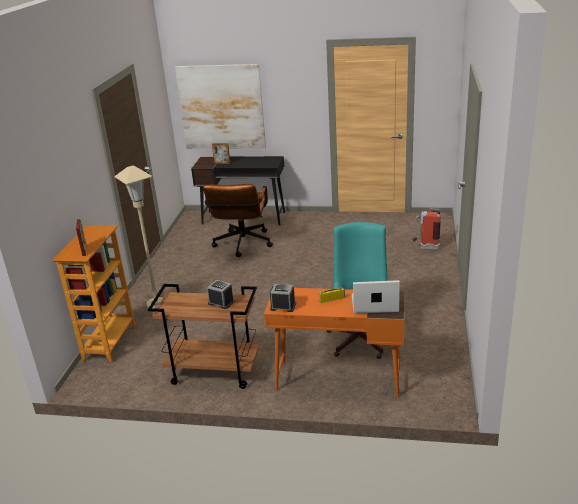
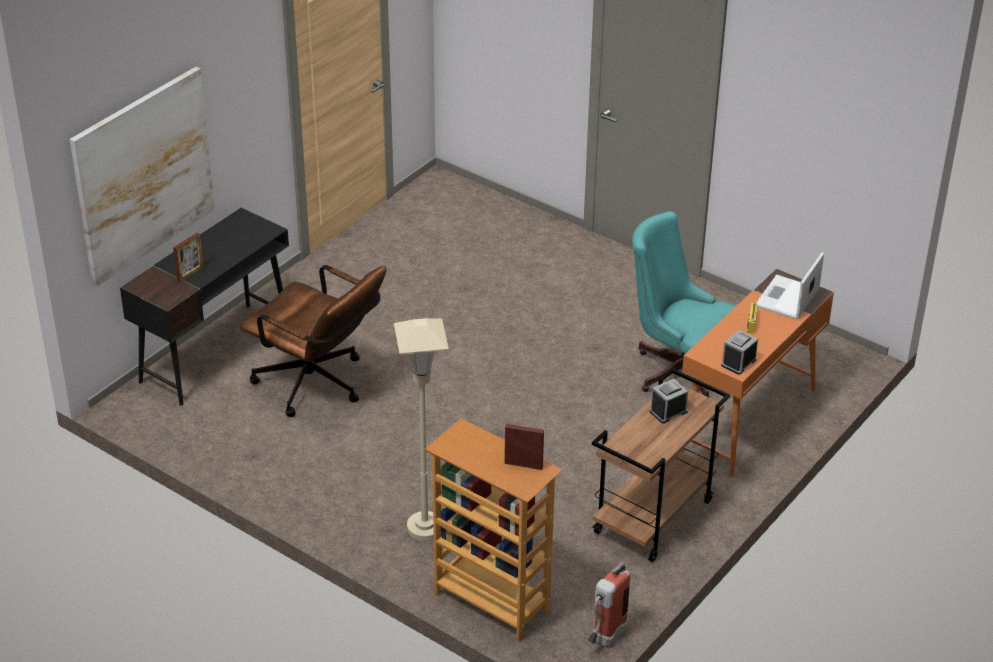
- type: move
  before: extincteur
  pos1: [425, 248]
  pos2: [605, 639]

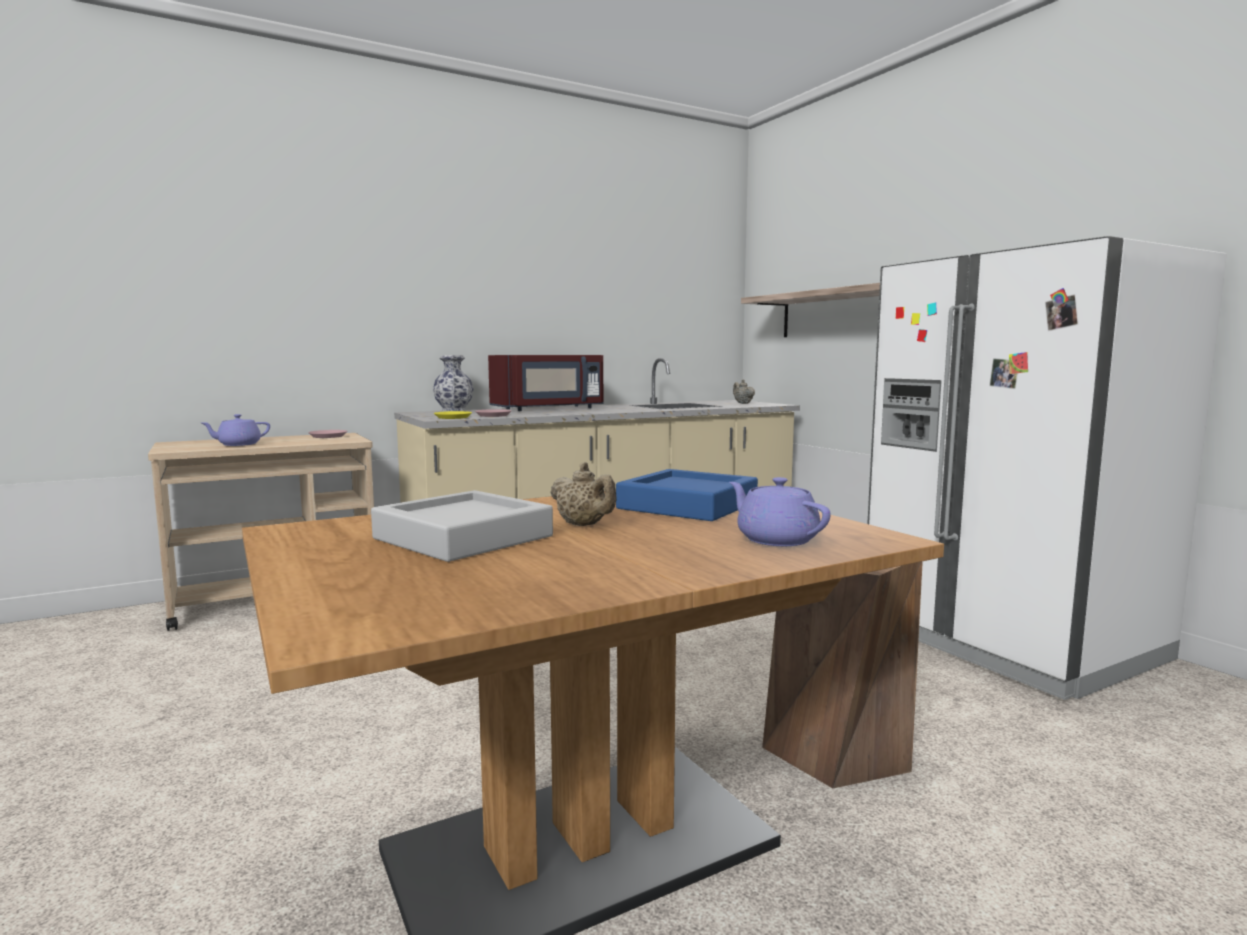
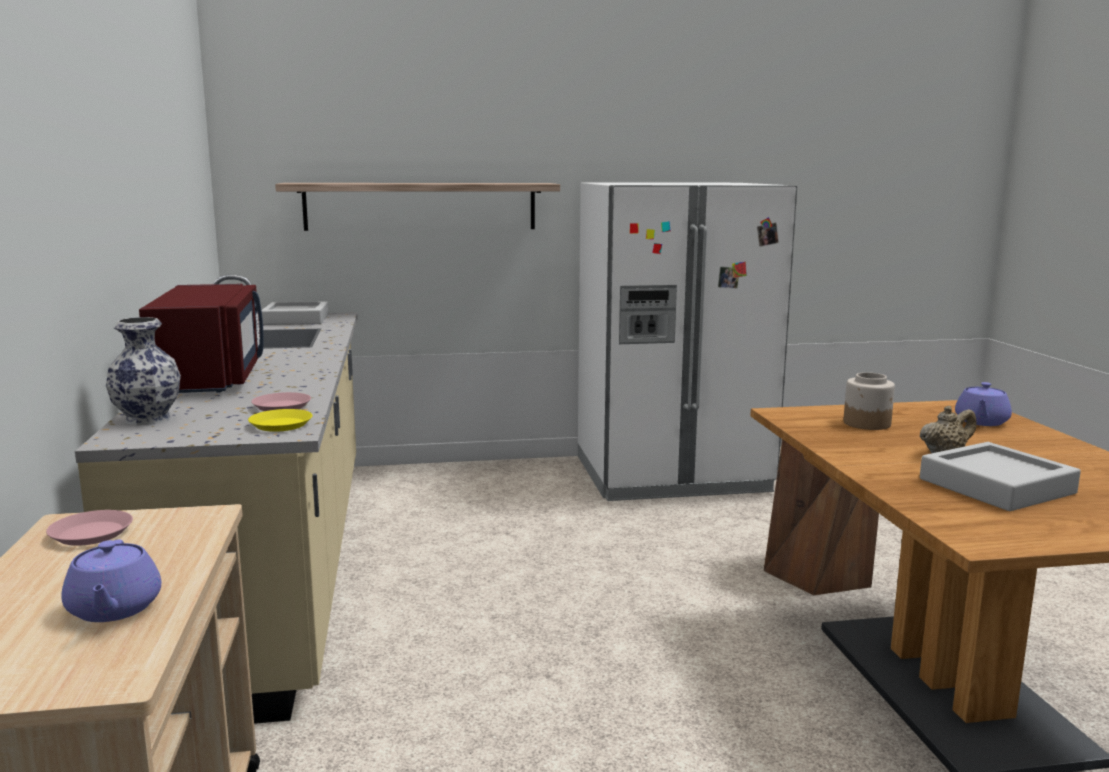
- type: replace
  before: plateau (bleu)
  after: bocal
  pos1: [687, 505]
  pos2: [867, 423]
- type: rotate
  before: théière (violet)
  pos1: [775, 539]
  pos2: [981, 422]
  turn: -45
- type: replace
  before: théière (beige)
  after: plateau (gris)
  pos1: [742, 403]
  pos2: [296, 320]

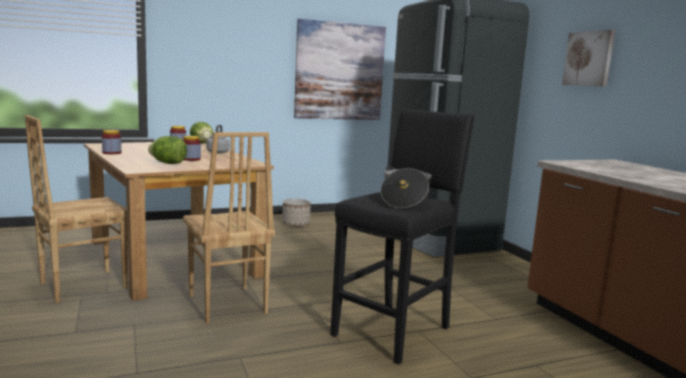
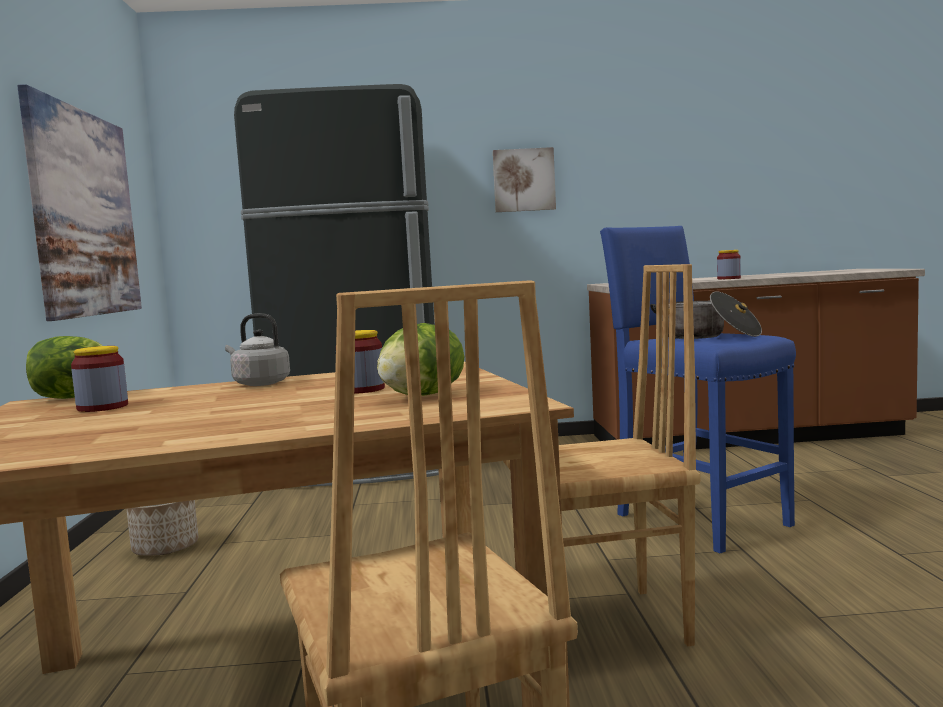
- type: move
  before: bocal
  pos1: [111, 153]
  pos2: [728, 278]
- type: recolor
  before: tabouret (noir)
  after: tabouret (bleu)
  pos1: [394, 330]
  pos2: [698, 519]

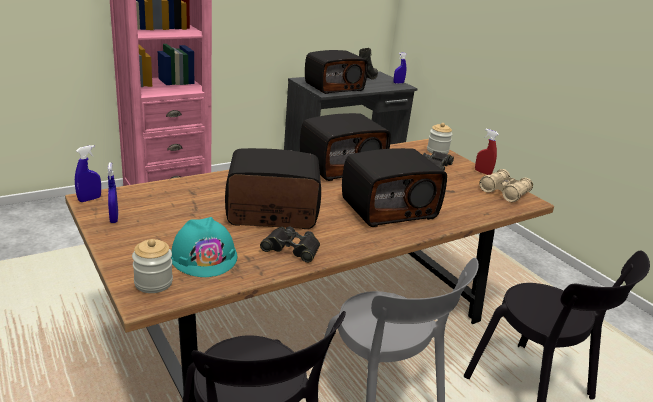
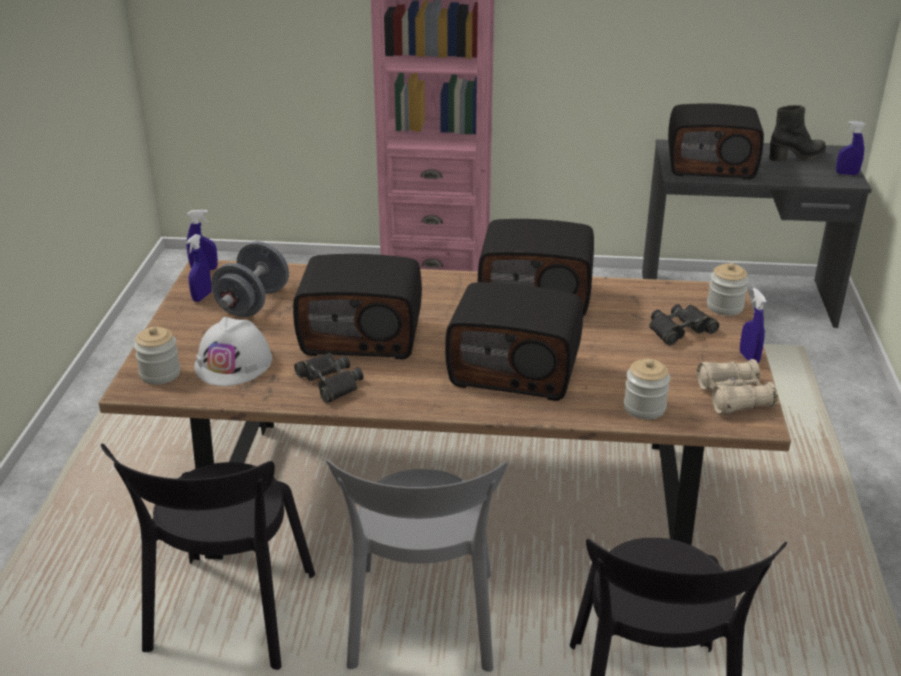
- type: recolor
  before: casque de chantier (turquoise)
  after: casque de chantier (blanc)
  pos1: [204, 256]
  pos2: [234, 363]
- type: rotate
  before: radio
  pos1: [271, 213]
  pos2: [362, 335]
  turn: 150
- type: recolor
  before: vaporisateur (rouge)
  after: vaporisateur (bleu)
  pos1: [482, 172]
  pos2: [748, 358]
- type: insert
  after: haltère (gris)
  pos2: [253, 303]
- type: insert
  after: bocal
  pos2: [644, 408]

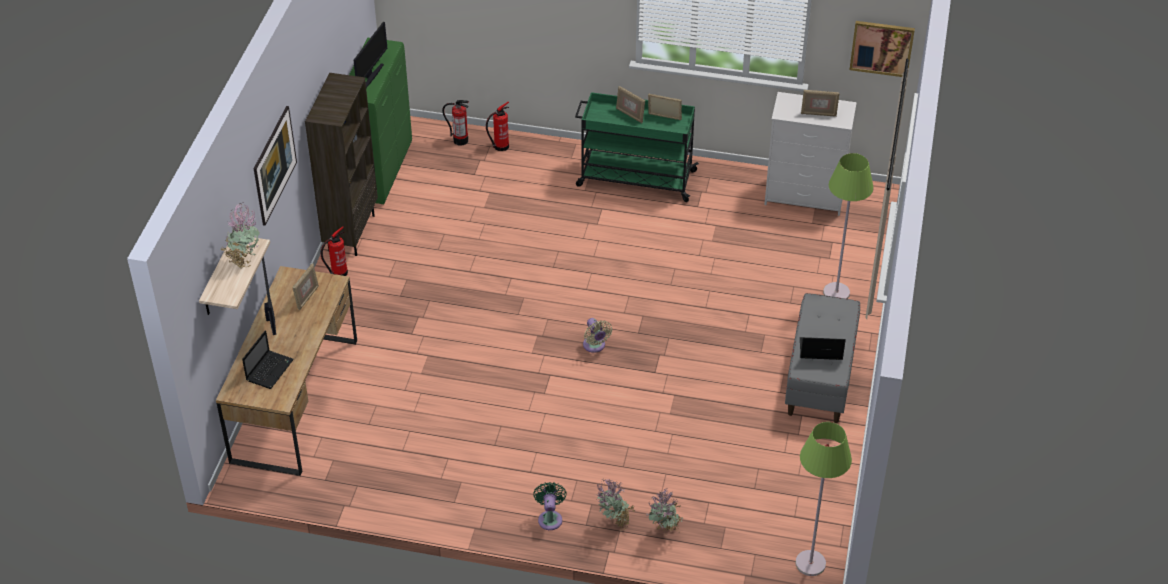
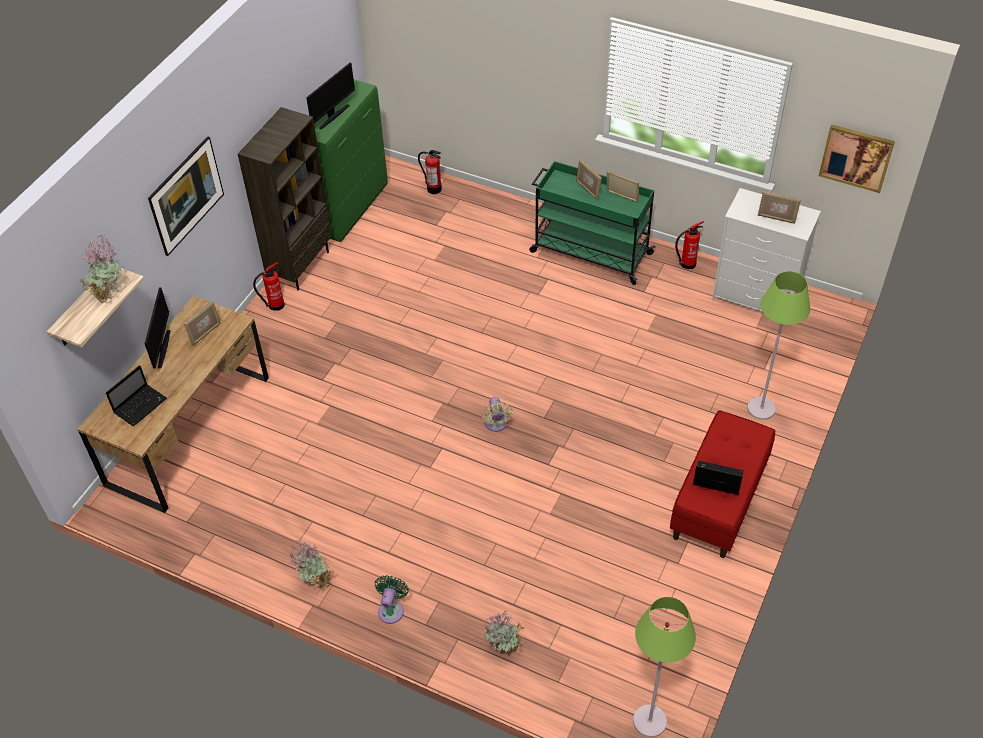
- type: move
  before: extincteur
  pos1: [500, 147]
  pos2: [686, 264]
- type: move
  before: plante en pot
  pos1: [613, 523]
  pos2: [315, 582]
- type: recolor
  before: banc (gris)
  after: banc (rouge)
  pos1: [820, 377]
  pos2: [719, 501]

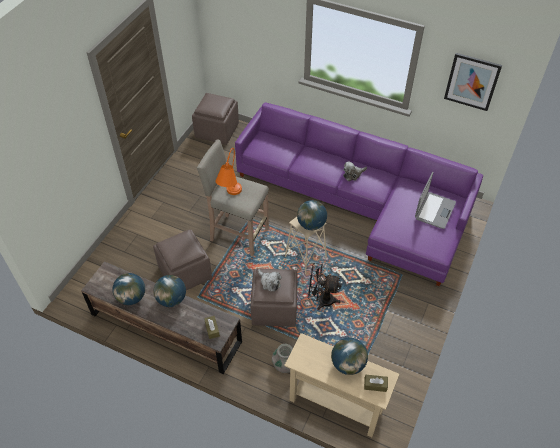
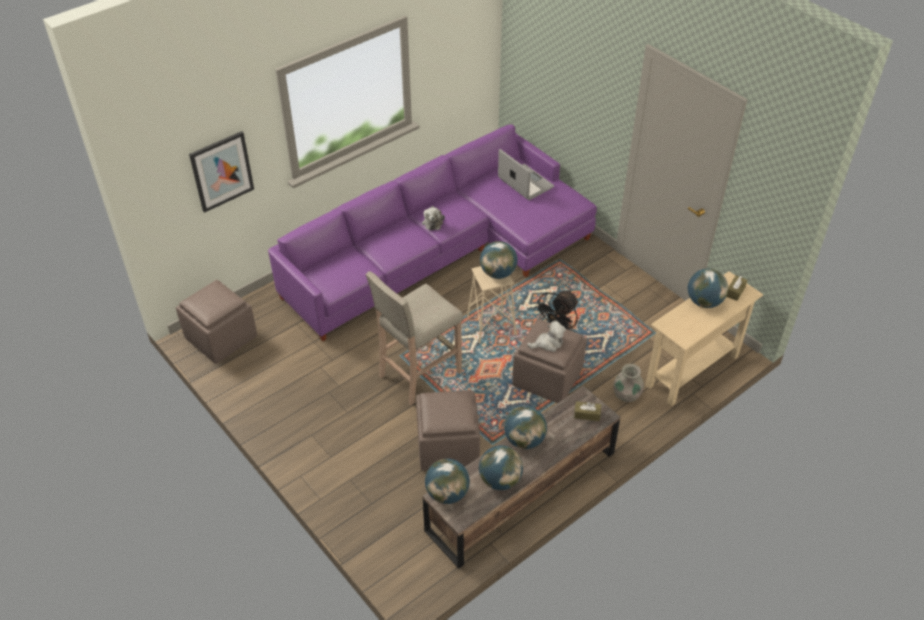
- type: delete
  before: lampe de table (orange)
  pos1: [230, 197]
- type: move
  before: tableau
  pos1: [472, 81]
  pos2: [221, 171]
- type: insert
  after: globe
  pos2: [447, 493]

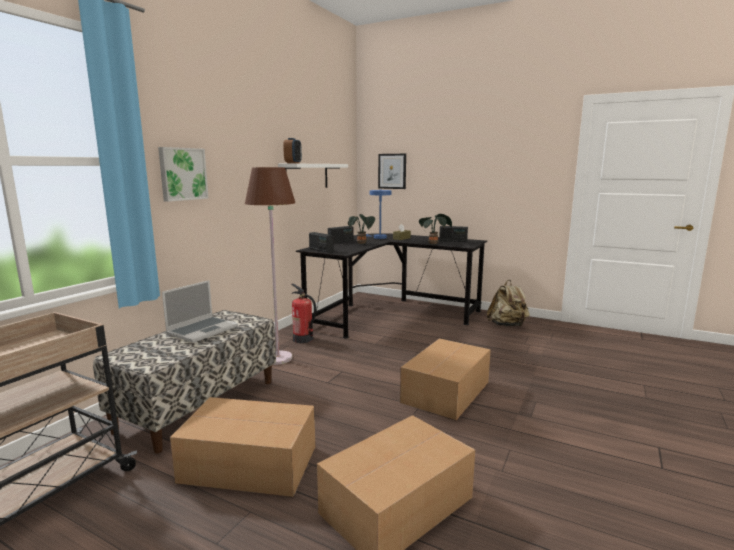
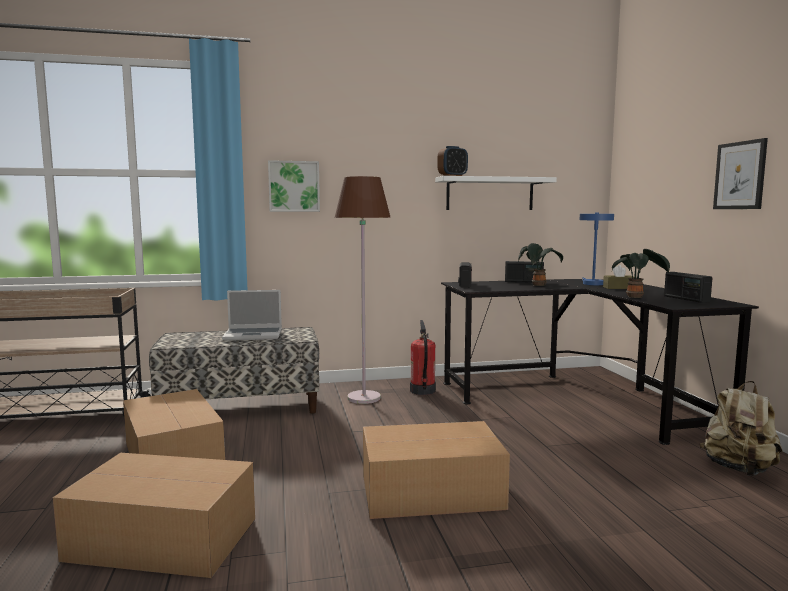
- type: move
  before: tableau
  pos1: [392, 171]
  pos2: [740, 175]

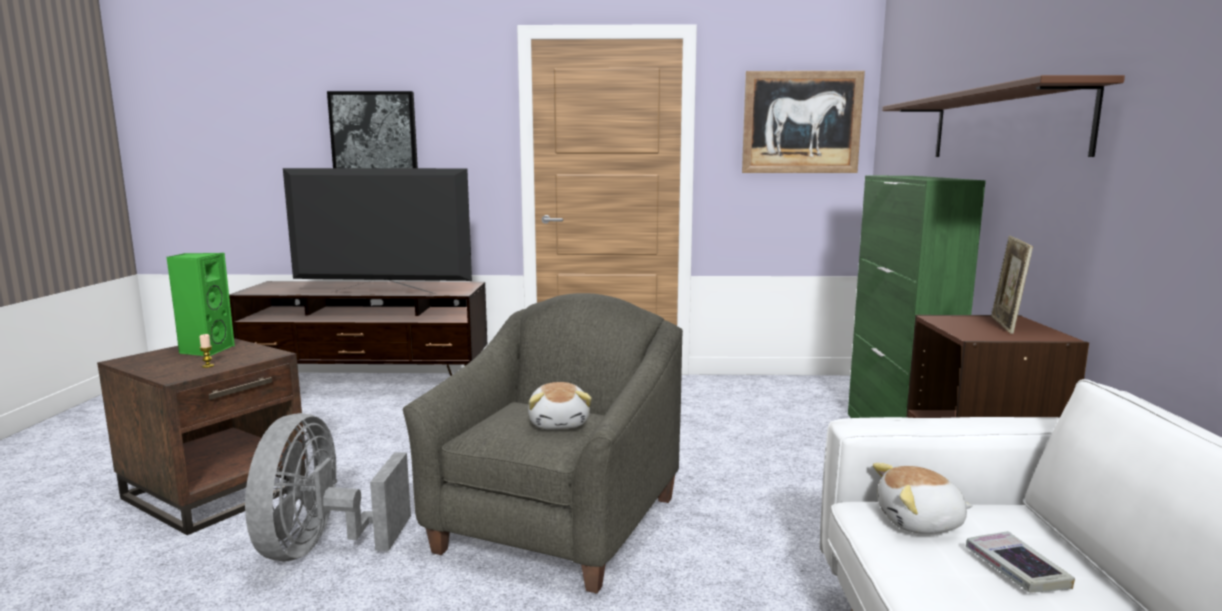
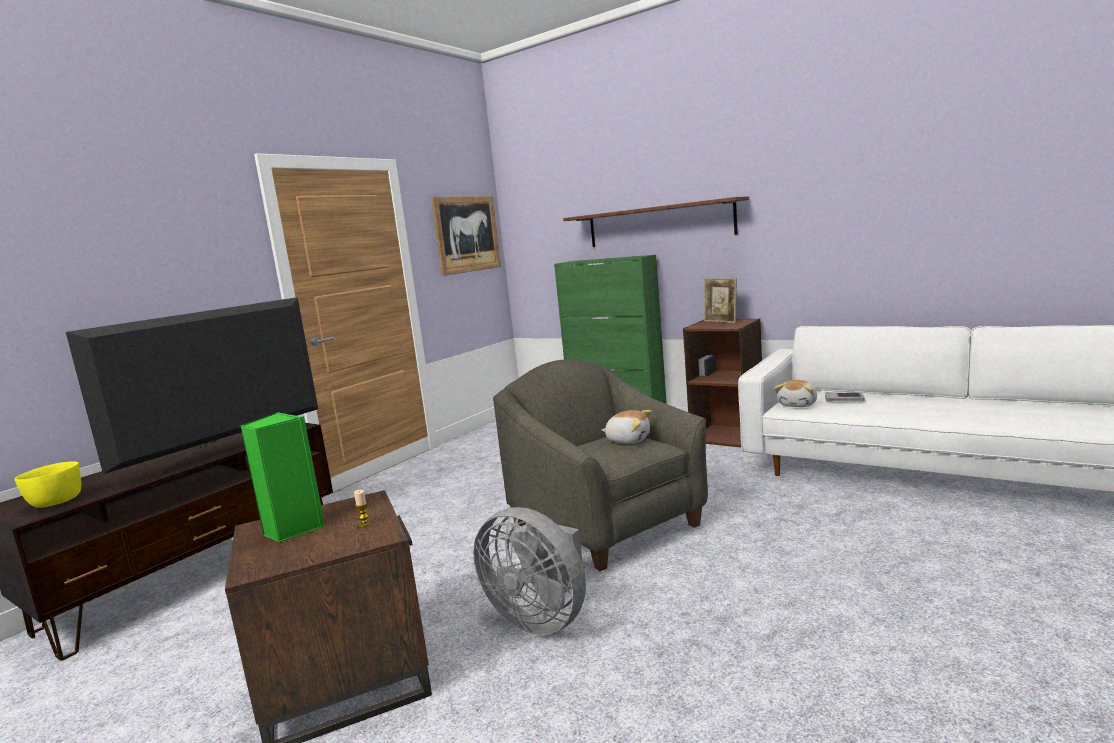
- type: delete
  before: tableau
  pos1: [374, 135]
- type: insert
  after: bol (jaune)
  pos2: [55, 503]

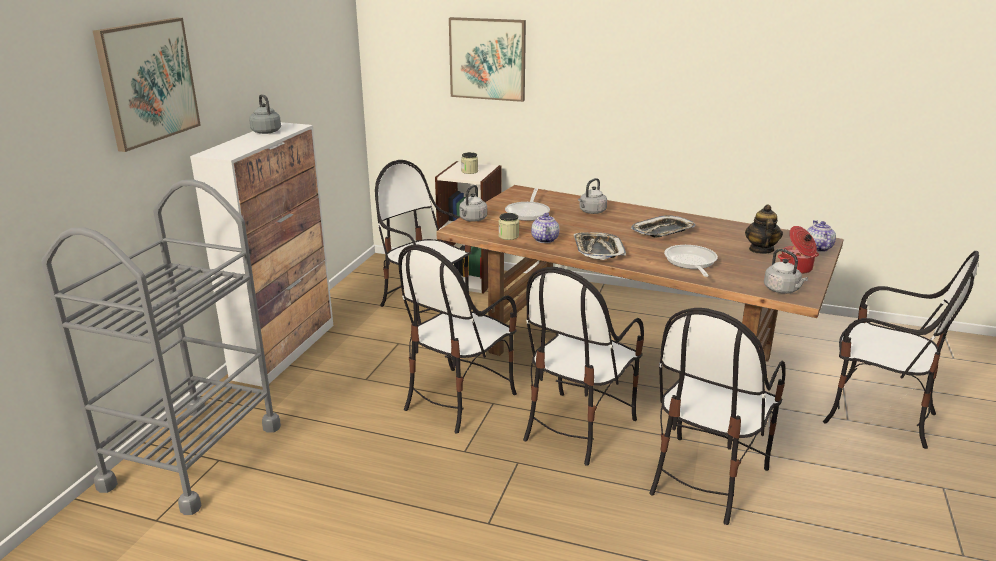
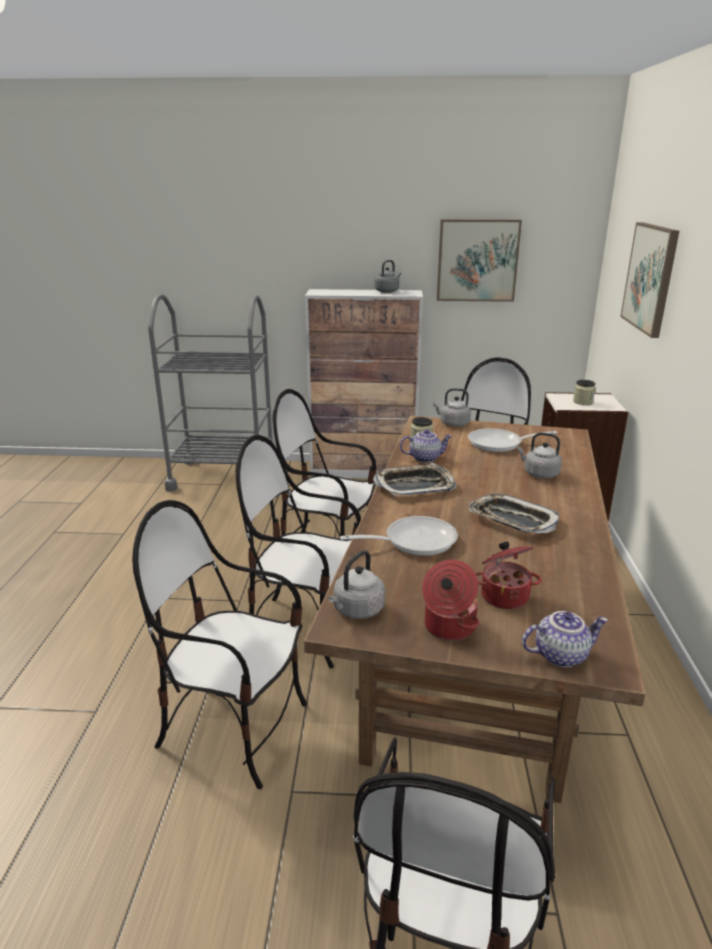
- type: move
  before: tableau
  pos1: [148, 82]
  pos2: [477, 260]
- type: replace
  before: théière
  after: marmite
  pos1: [760, 250]
  pos2: [504, 596]

